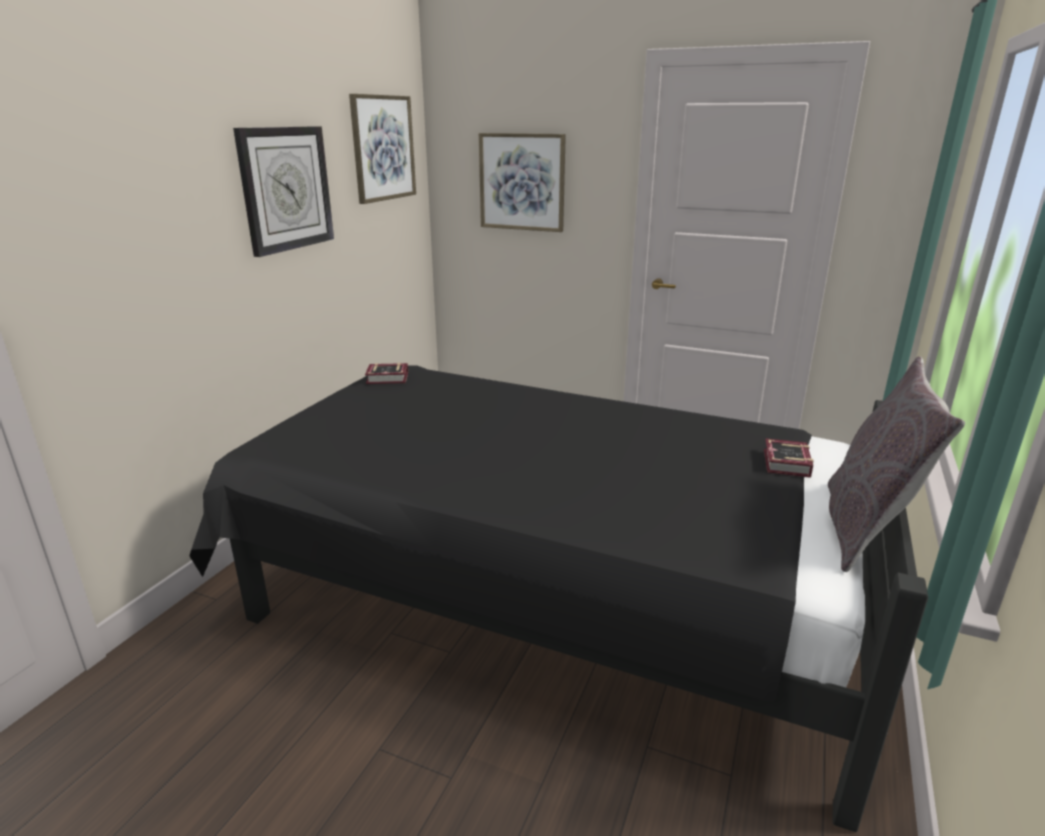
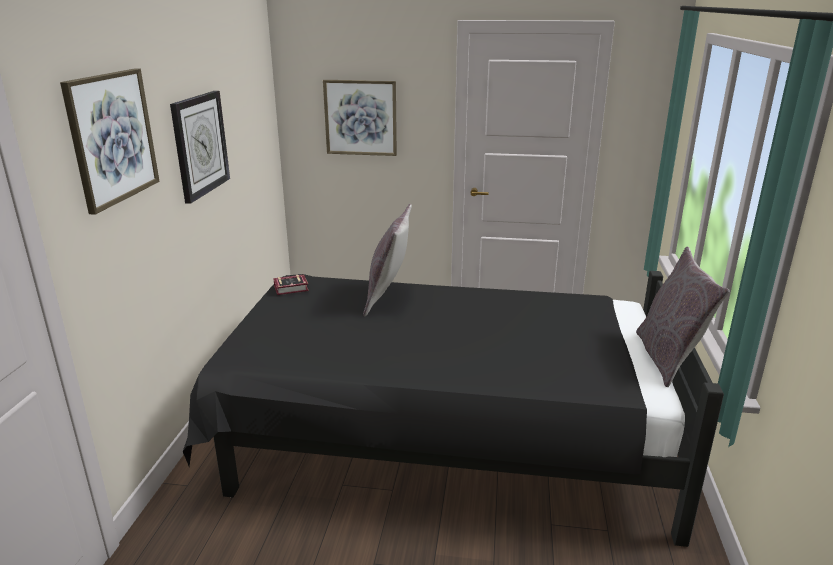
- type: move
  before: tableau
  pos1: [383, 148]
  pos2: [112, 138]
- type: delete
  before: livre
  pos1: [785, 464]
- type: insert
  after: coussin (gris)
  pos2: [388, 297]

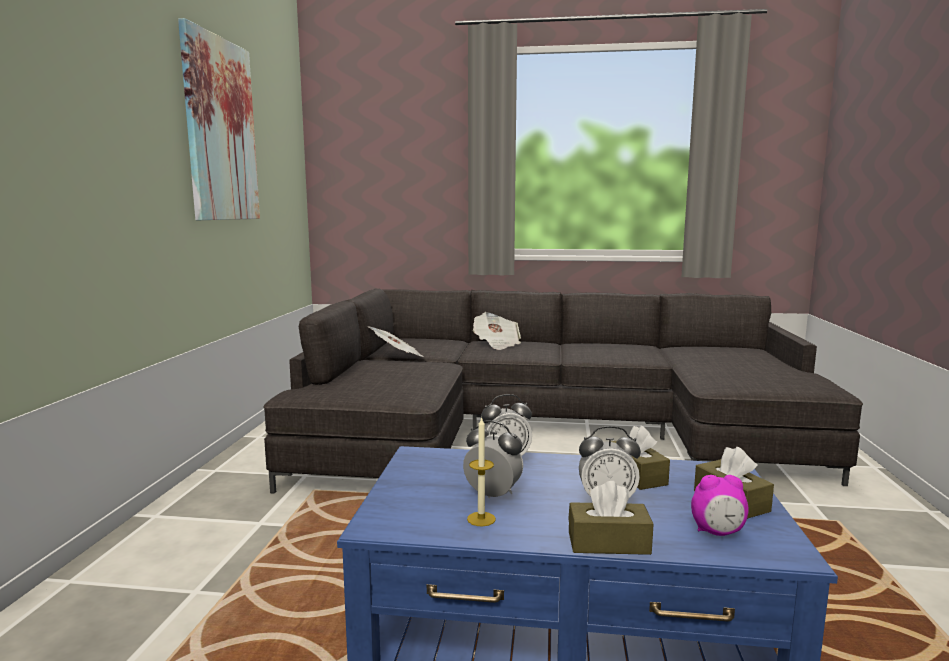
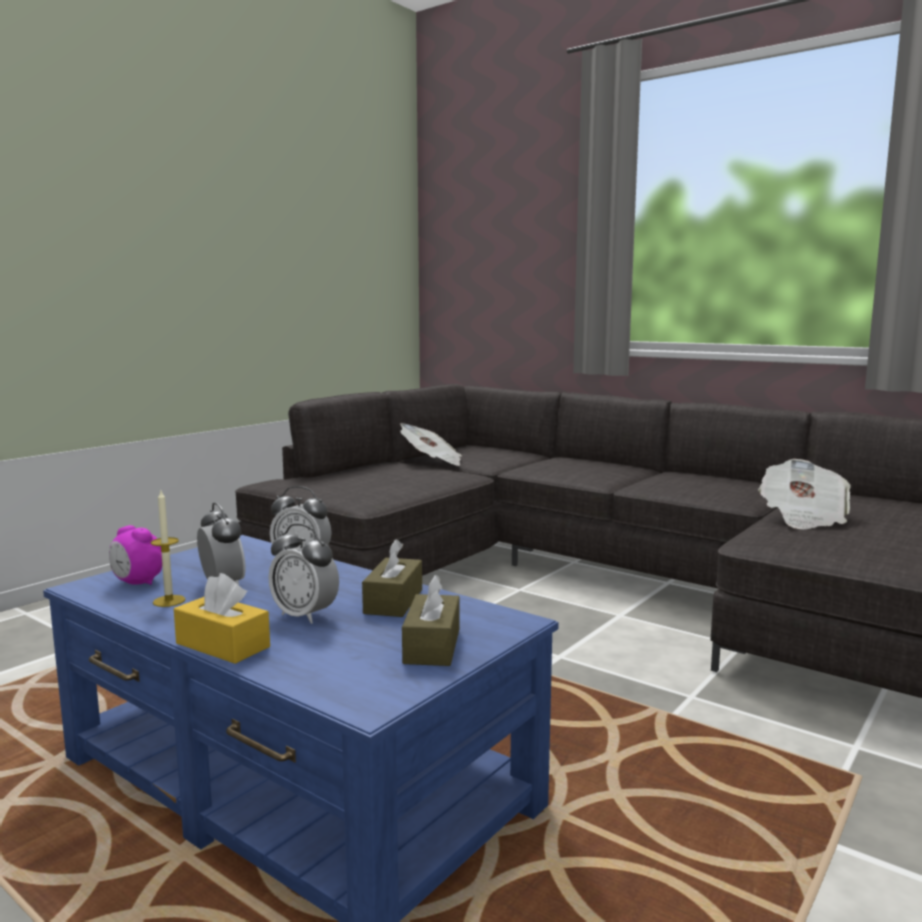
- type: delete
  before: tableau
  pos1: [220, 130]
- type: move
  before: journal
  pos1: [496, 344]
  pos2: [802, 518]
- type: recolor
  before: boîte à mouchoirs (marron)
  after: boîte à mouchoirs (jaune)
  pos1: [608, 543]
  pos2: [223, 645]
- type: move
  before: réveil
  pos1: [717, 532]
  pos2: [137, 583]

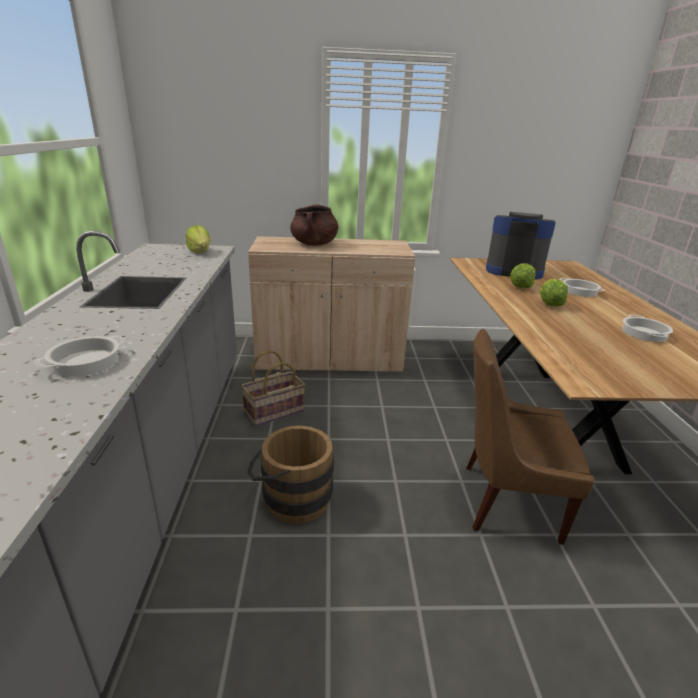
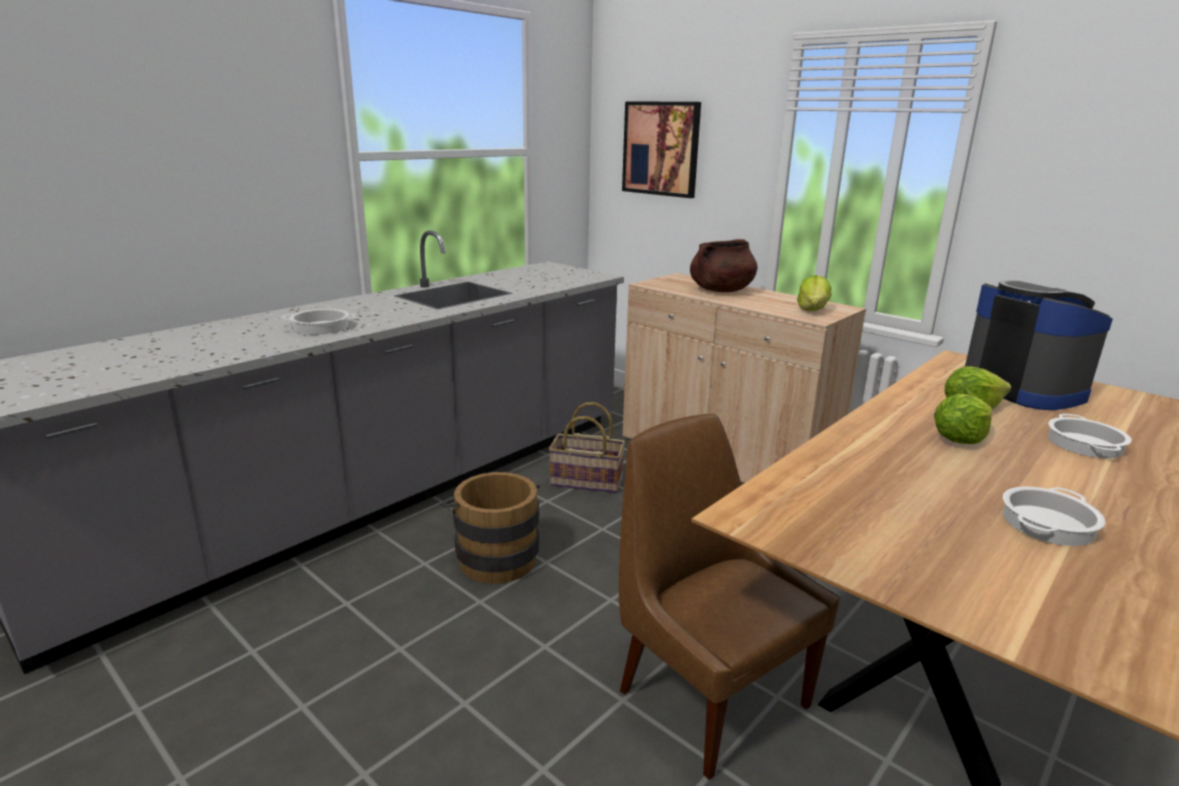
- type: move
  before: laitue
  pos1: [200, 252]
  pos2: [812, 310]
- type: insert
  after: tableau
  pos2: [661, 149]

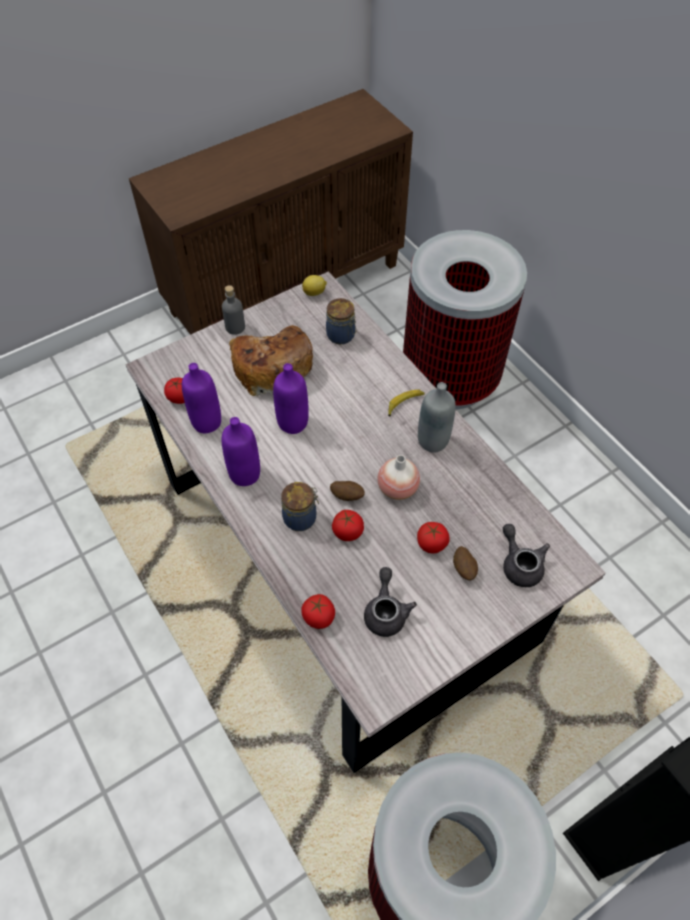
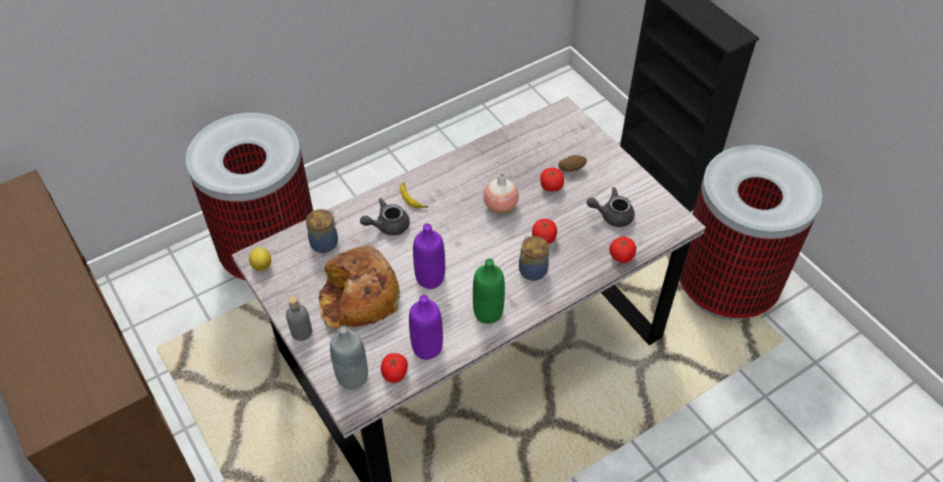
- type: recolor
  before: bouteille (violet)
  after: bouteille (vert)
  pos1: [245, 474]
  pos2: [488, 312]
- type: delete
  before: pomme de terre
  pos1: [347, 496]
- type: move
  before: bouteille (gris)
  pos1: [433, 441]
  pos2: [352, 377]
- type: move
  before: théière (gris)
  pos1: [520, 564]
  pos2: [387, 226]

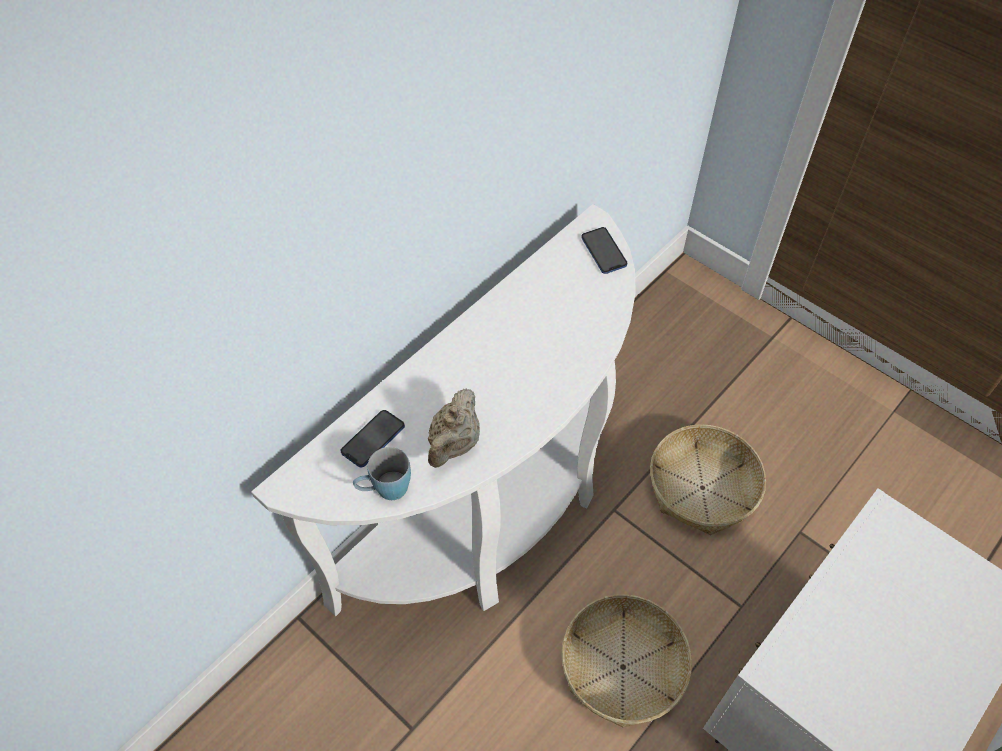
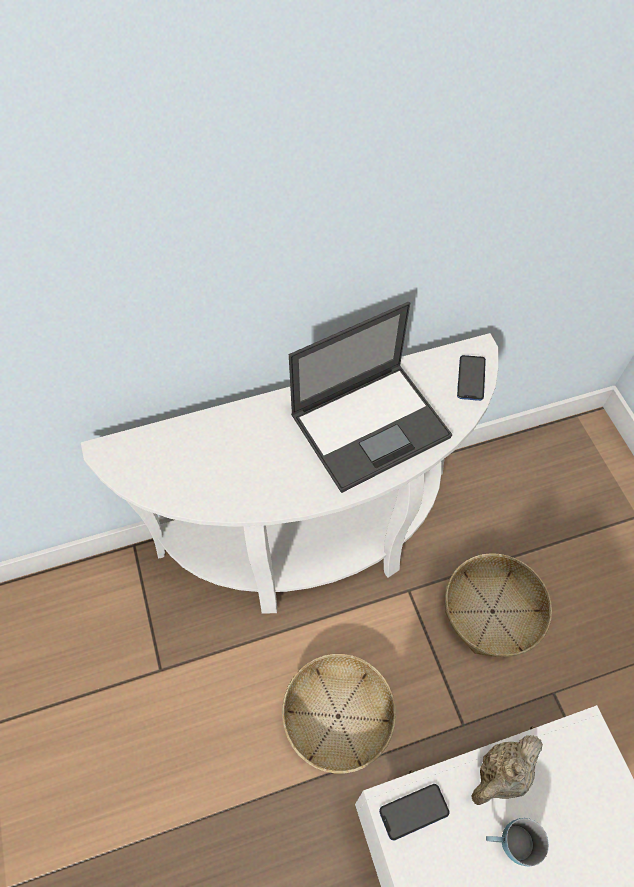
- type: move
  before: téléphone
  pos1: [373, 439]
  pos2: [413, 811]
- type: move
  before: mug (bleu)
  pos1: [385, 490]
  pos2: [508, 842]
- type: move
  before: théière (beige)
  pos1: [454, 444]
  pos2: [501, 774]
- type: insert
  after: ordinateur portable
  pos2: [371, 425]

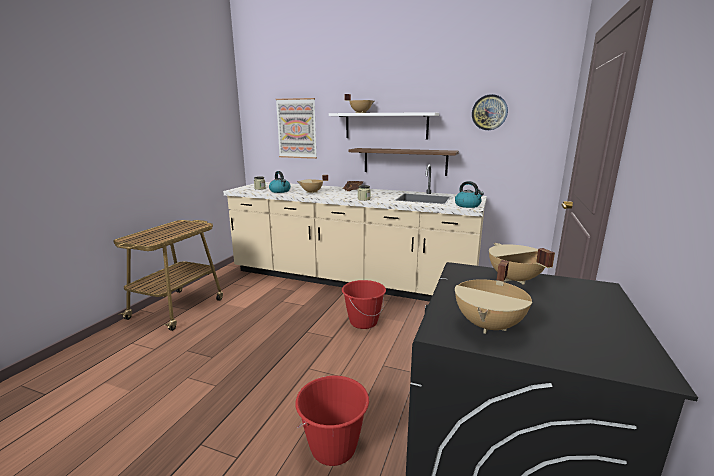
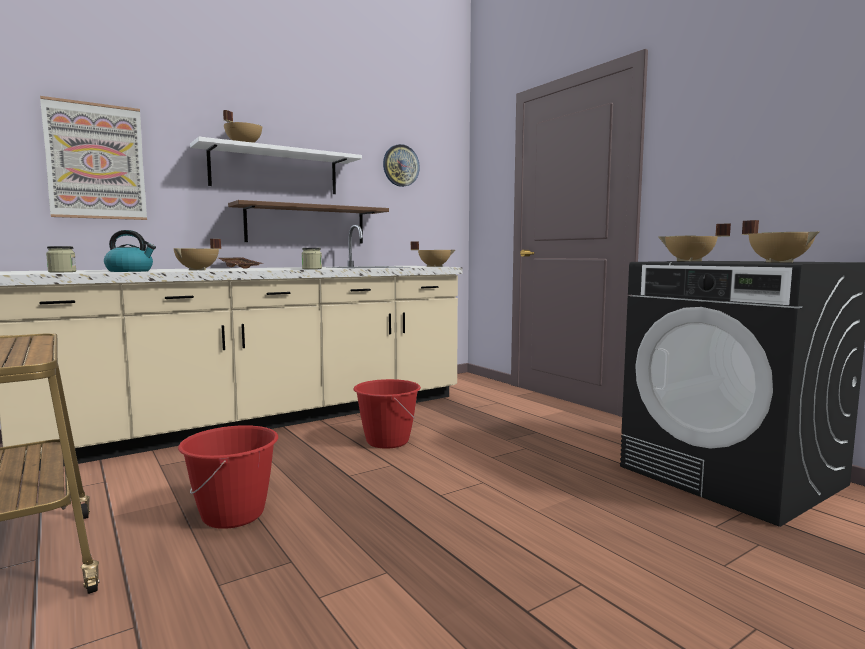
- type: move
  before: seau (rouge)
  pos1: [333, 448]
  pos2: [233, 515]
- type: replace
  before: bouilloire
  after: marmite (beige)
  pos1: [468, 205]
  pos2: [434, 266]

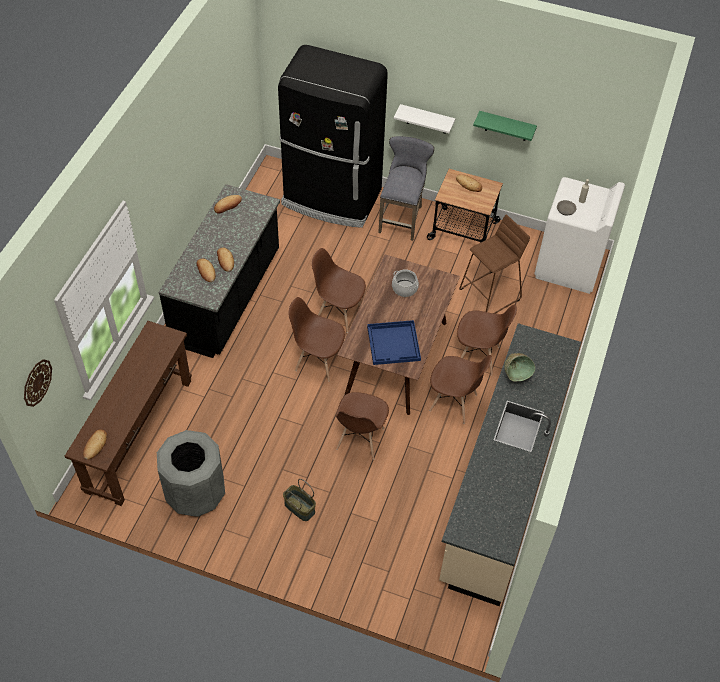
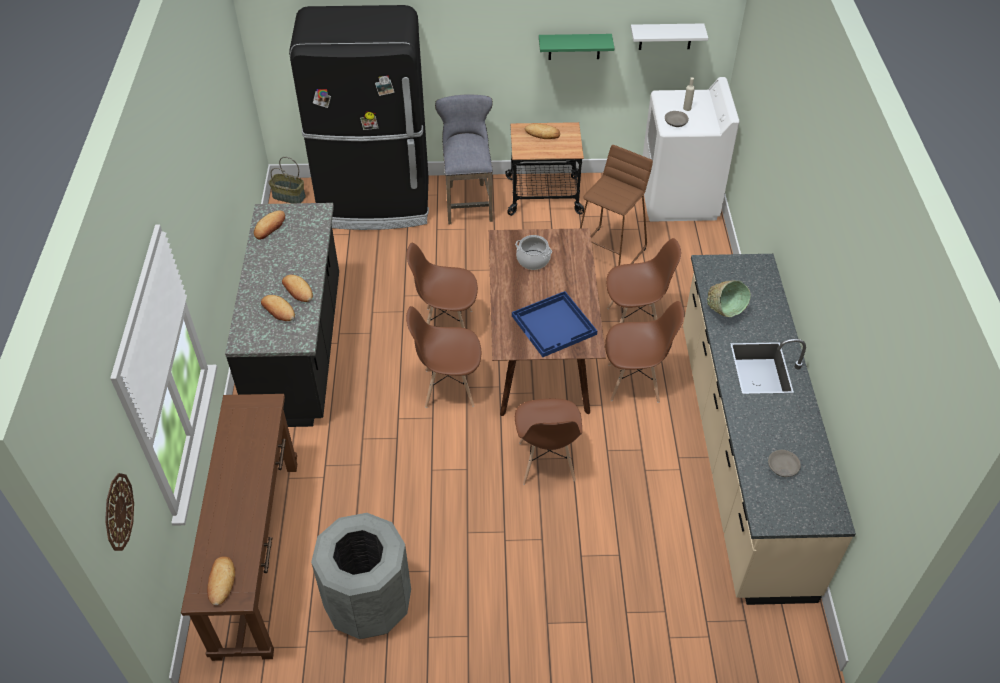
- type: move
  before: panier
  pos1: [299, 508]
  pos2: [288, 197]
- type: move
  before: étagère (blanc)
  pos1: [427, 119]
  pos2: [665, 36]
- type: insert
  after: bol (gris)
  pos2: [782, 467]

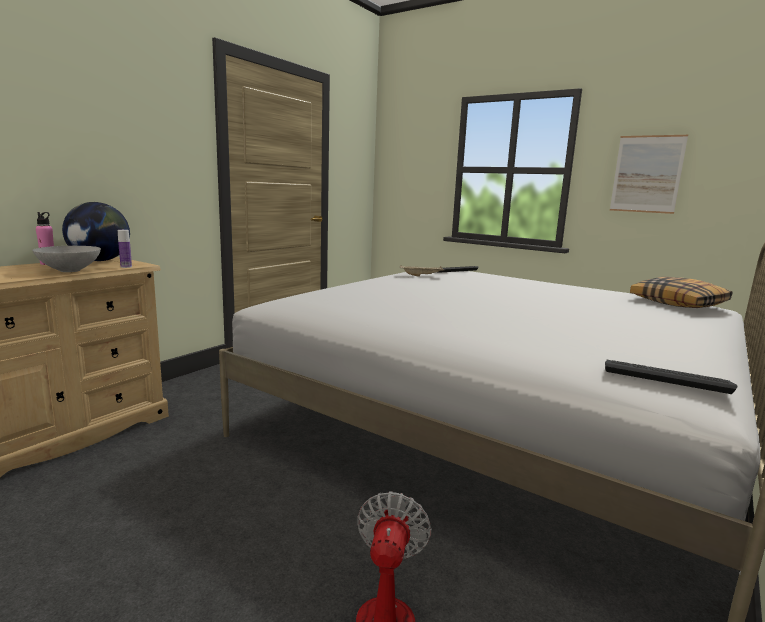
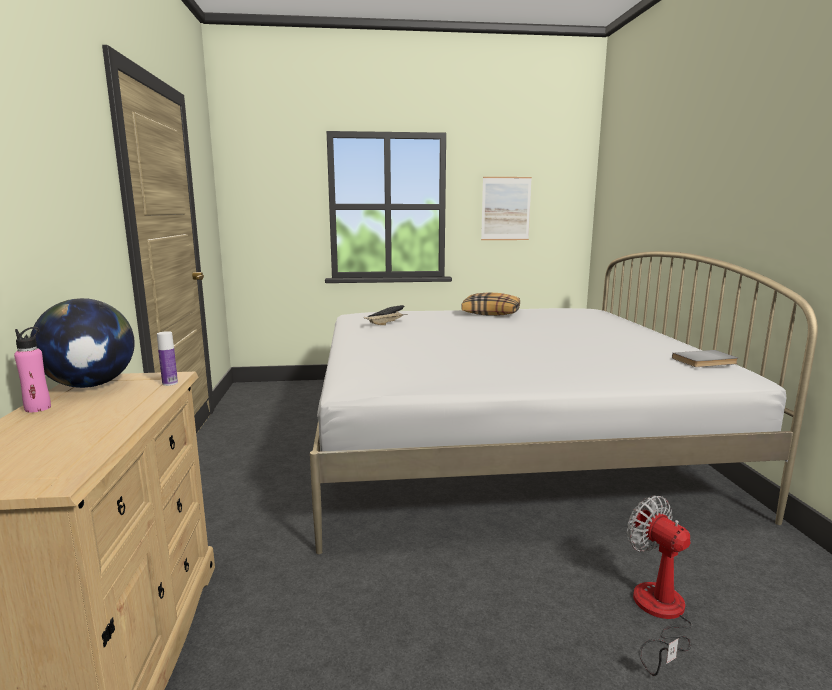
- type: delete
  before: bol (gris)
  pos1: [69, 270]
- type: replace
  before: clavier
  after: livre (gris)
  pos1: [665, 376]
  pos2: [706, 361]
- type: move
  before: coussin
  pos1: [679, 303]
  pos2: [491, 313]

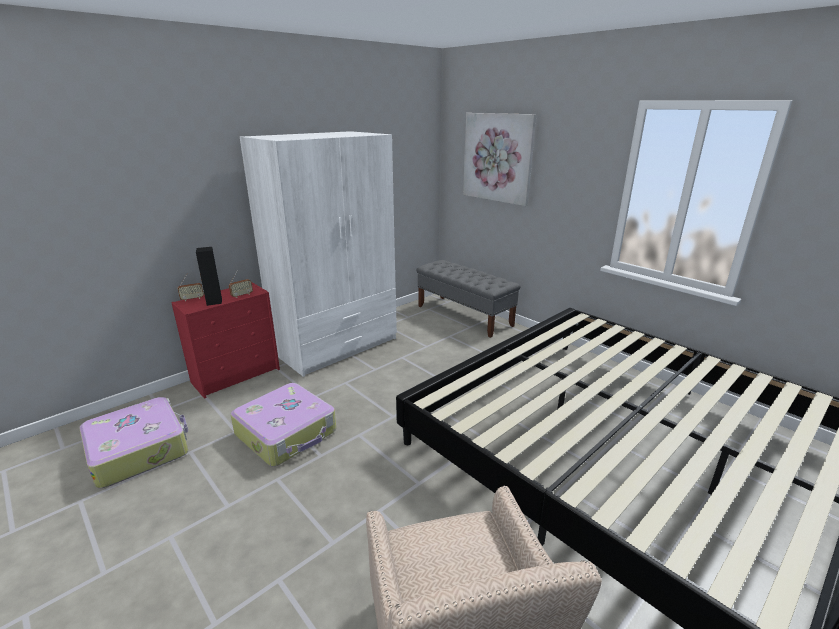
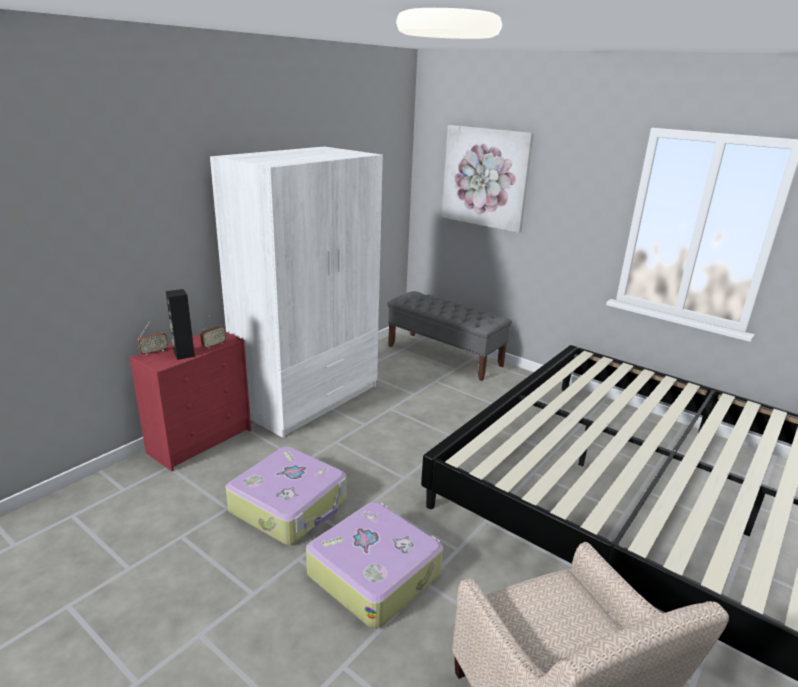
- type: move
  before: valise
  pos1: [139, 450]
  pos2: [374, 572]

